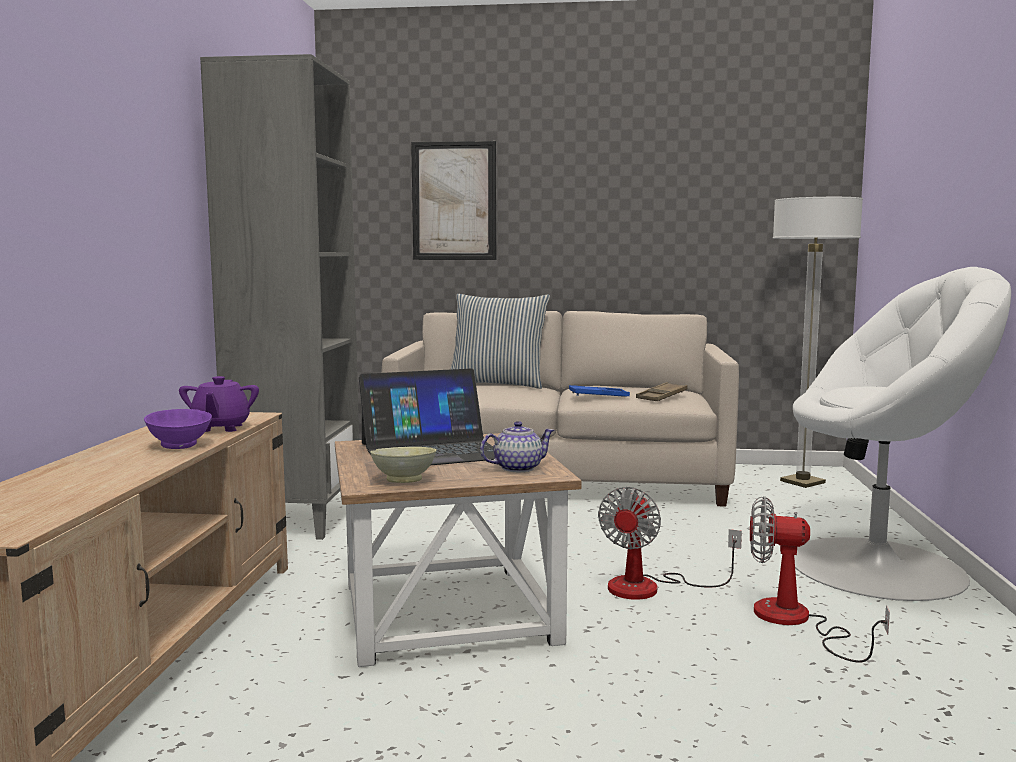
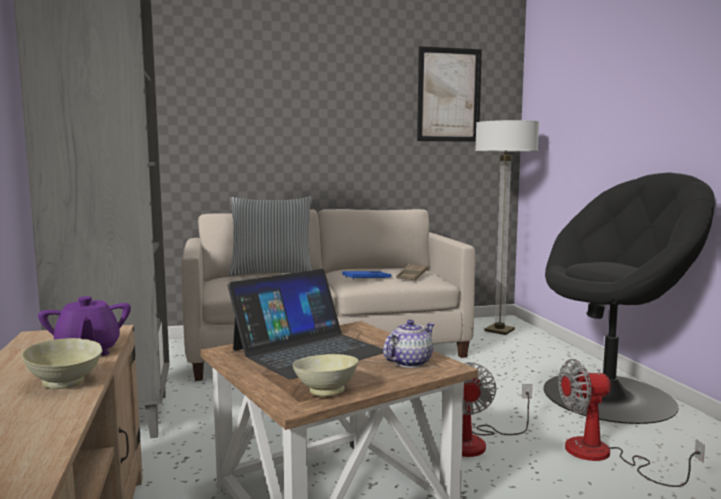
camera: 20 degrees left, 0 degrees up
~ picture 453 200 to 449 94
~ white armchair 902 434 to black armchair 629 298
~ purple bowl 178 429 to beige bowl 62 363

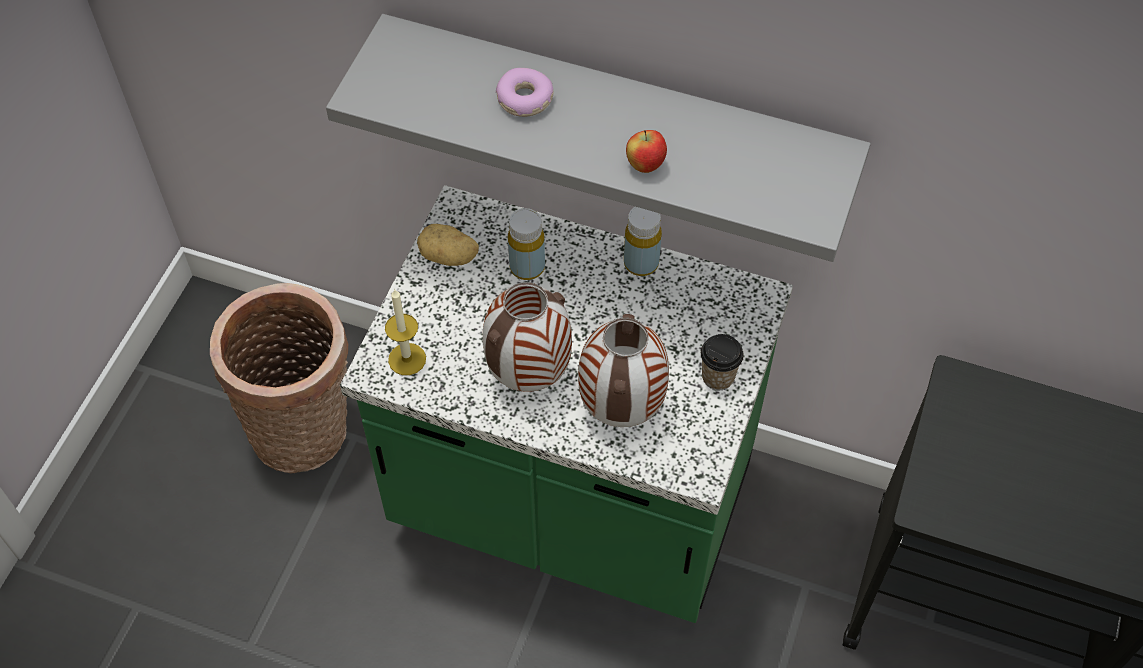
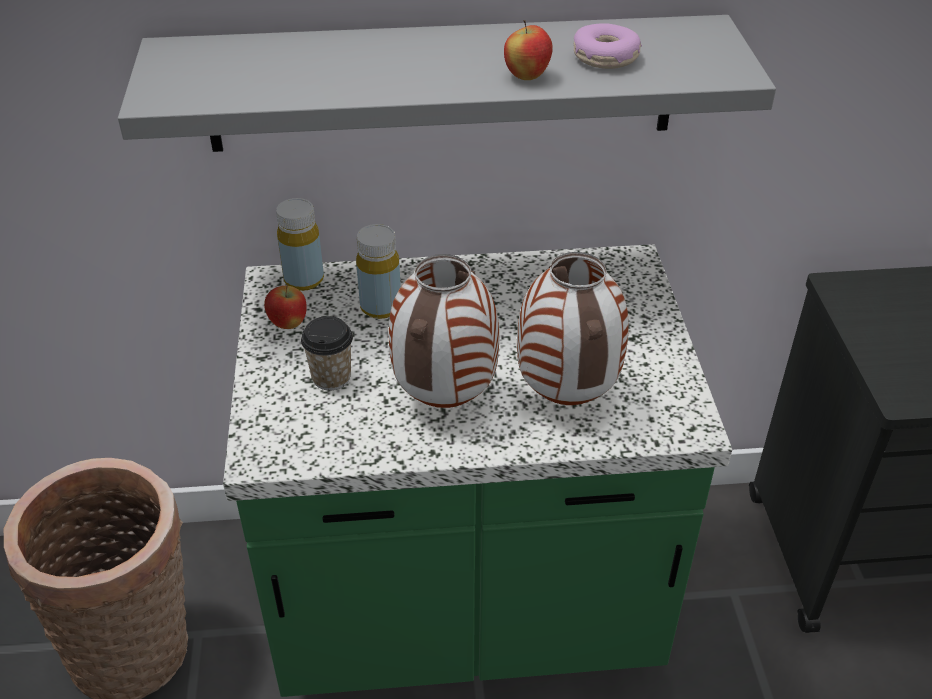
camera: 25 degrees left, 15 degrees down
~ donut 524 92 to 608 46
~ yellow bottle 643 241 to 300 244
~ potato 448 245 to apple 285 307
- candle 405 332
~ cup 722 362 to 327 353

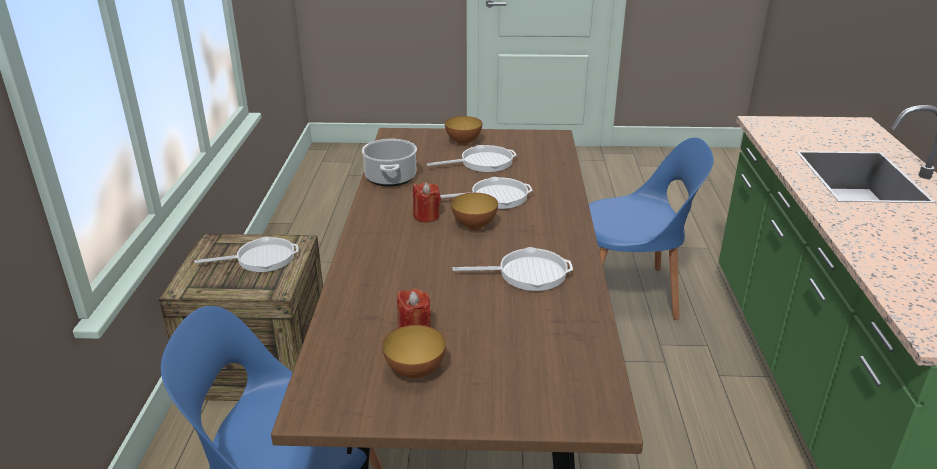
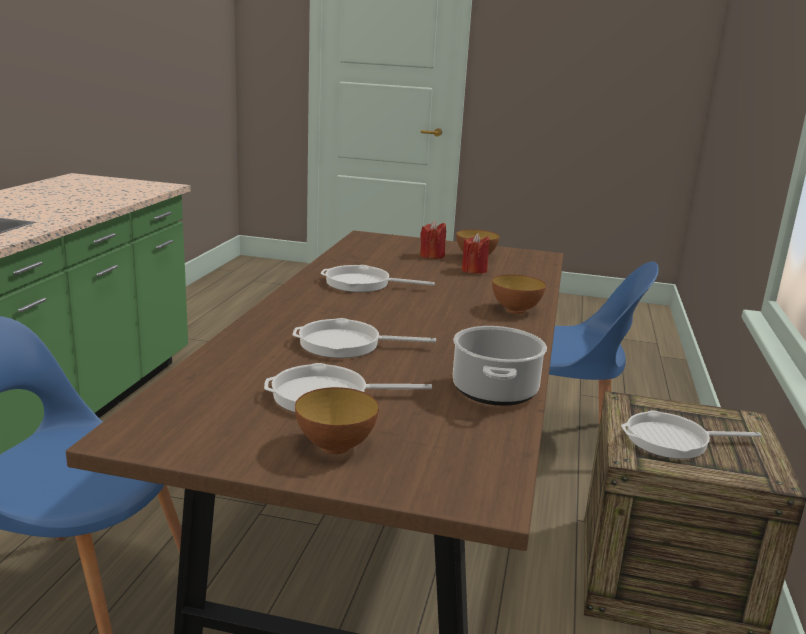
camera: 170 degrees left, 10 degrees down
~ red candle 427 202 to 433 240
~ bowl 474 211 to 519 294

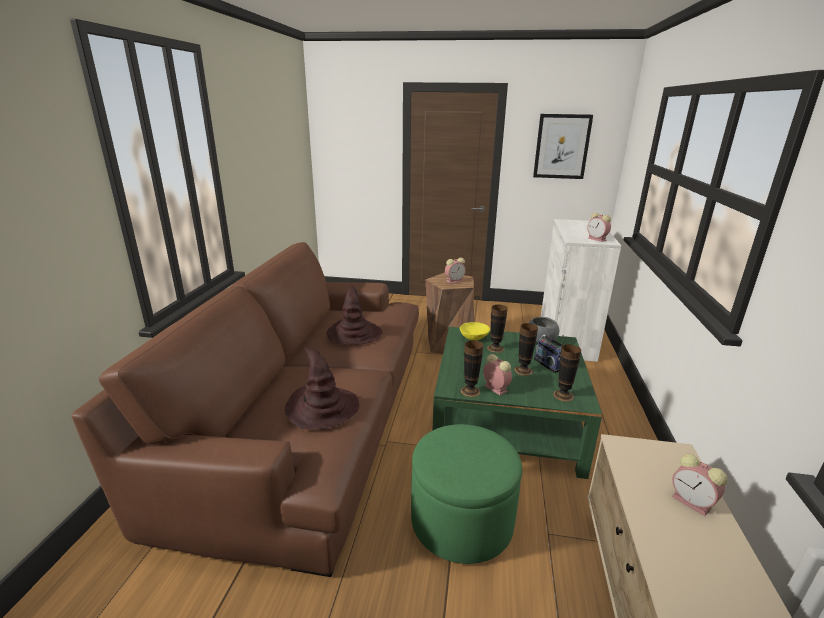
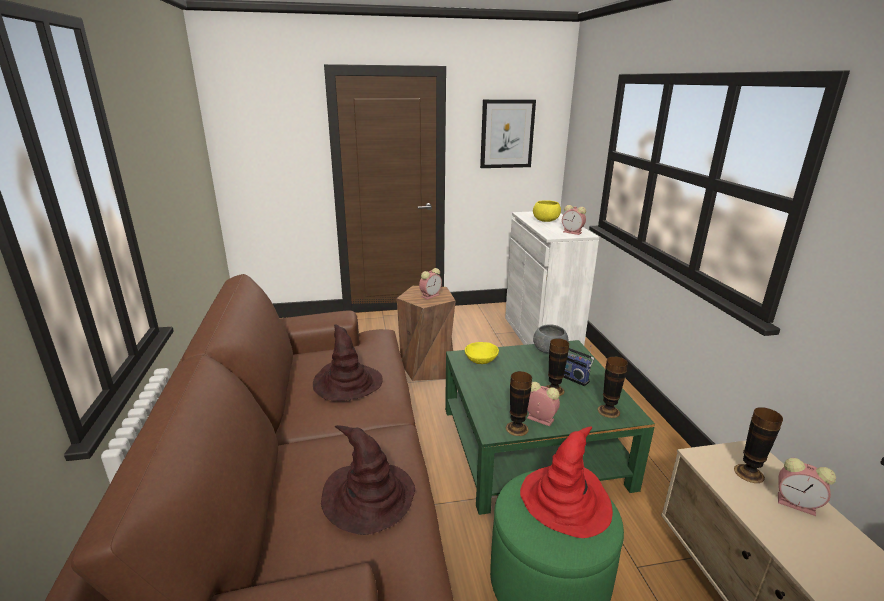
camera: 20 degrees left, 0 degrees up
~ vase 497 329 to 758 445
+ yellow bowl 547 211
+ red hat 566 482

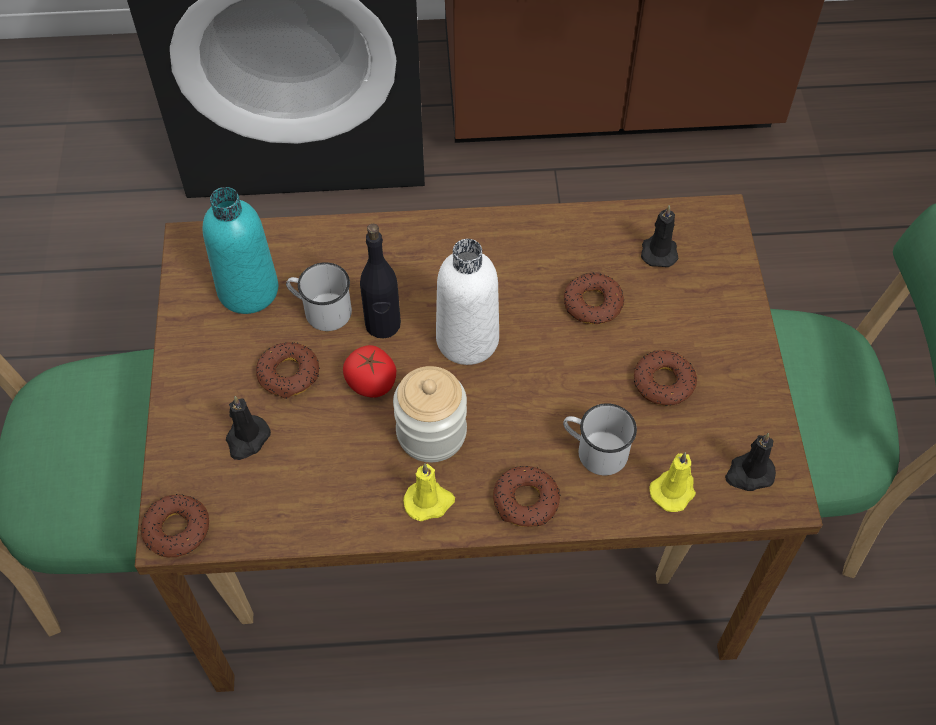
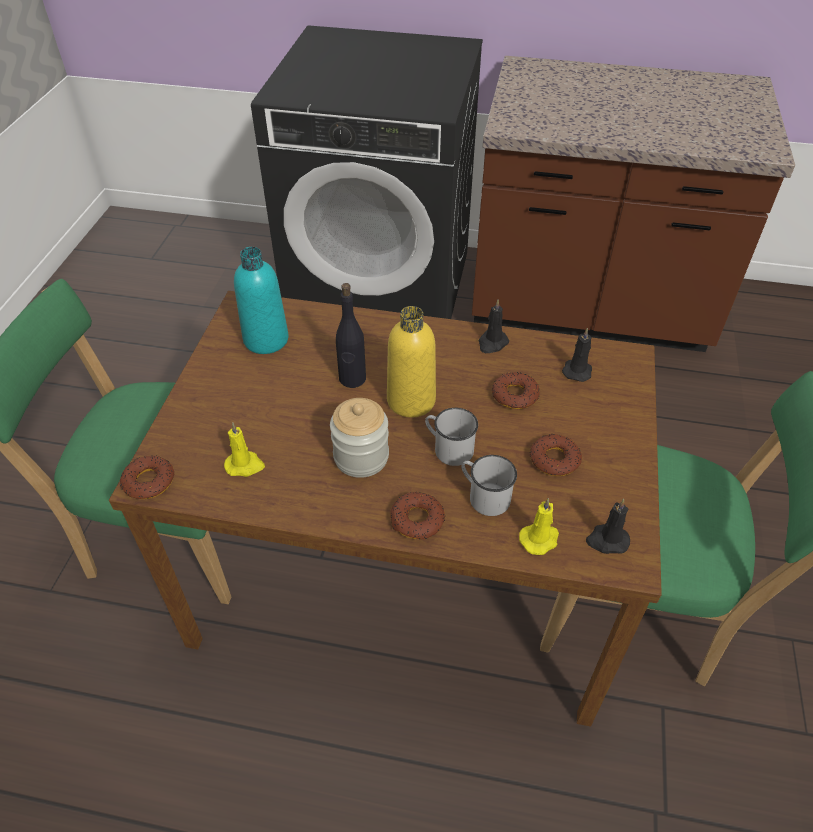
camera: 15 degrees right, 10 degrees down
~ white bottle 467 302 to yellow bottle 411 362
~ white mug 319 296 to 451 437
- donut 288 370
- tomato 369 371
~ black candle 248 428 to 493 326
~ yellow candle 429 492 to 244 449

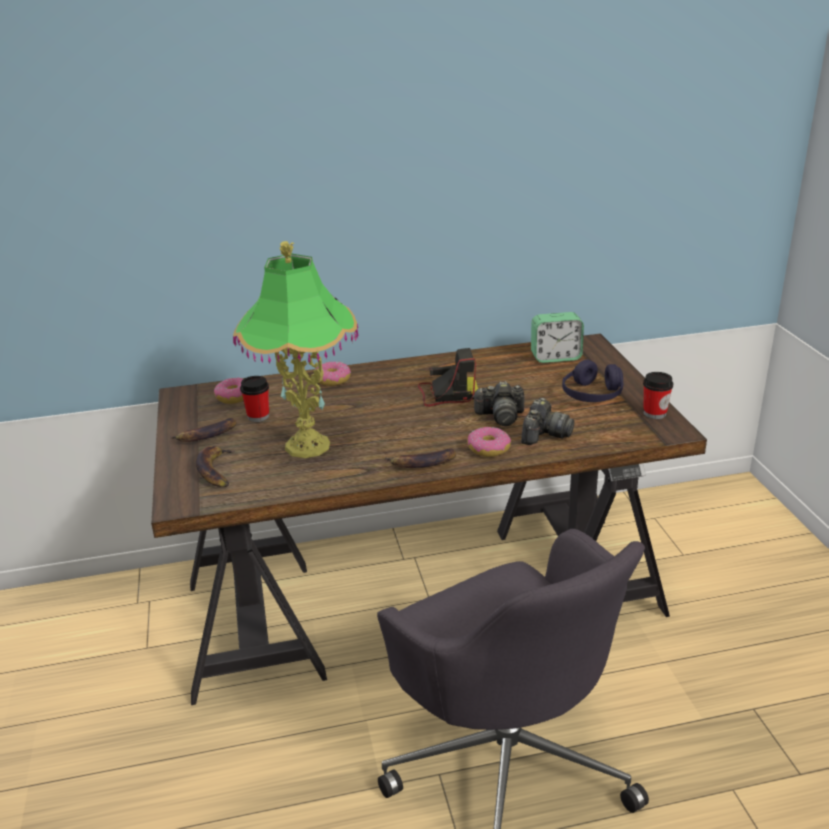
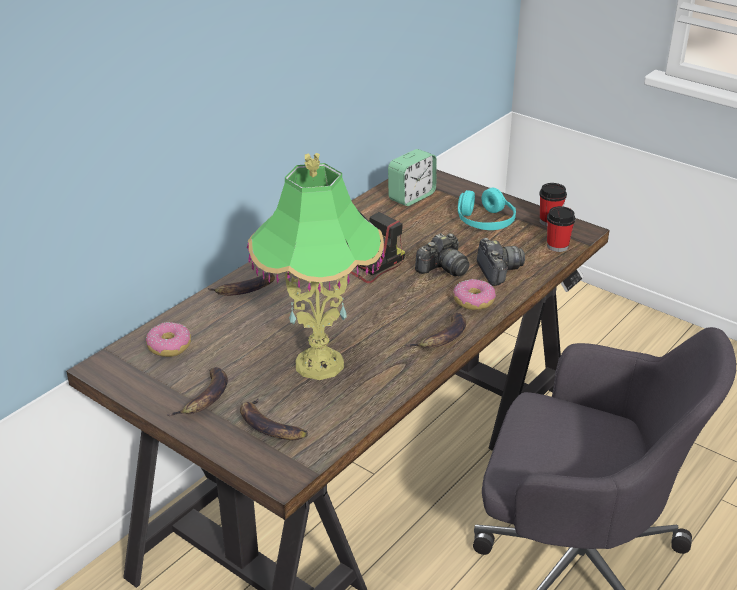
camera: 40 degrees left, 5 degrees up
~ purple headphones 592 380 to turquoise headphones 487 209
~ donut 333 374 to banana 241 284
~ cup 254 399 to 561 229

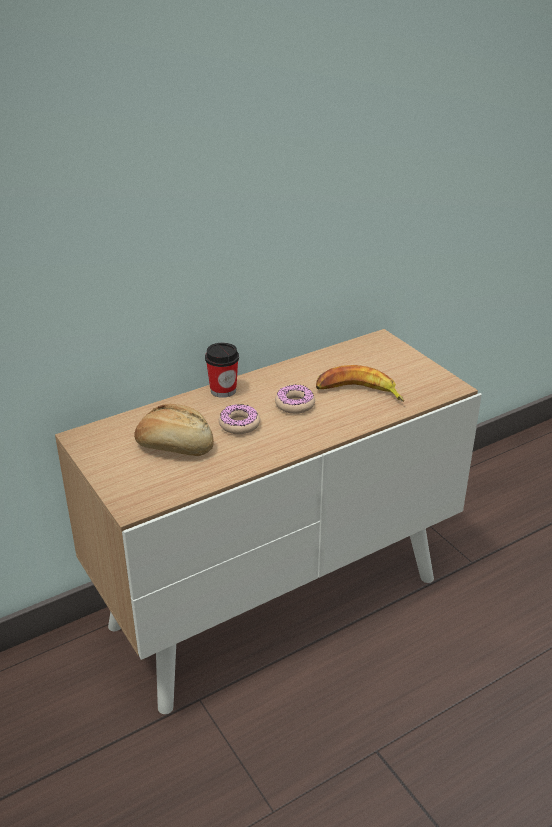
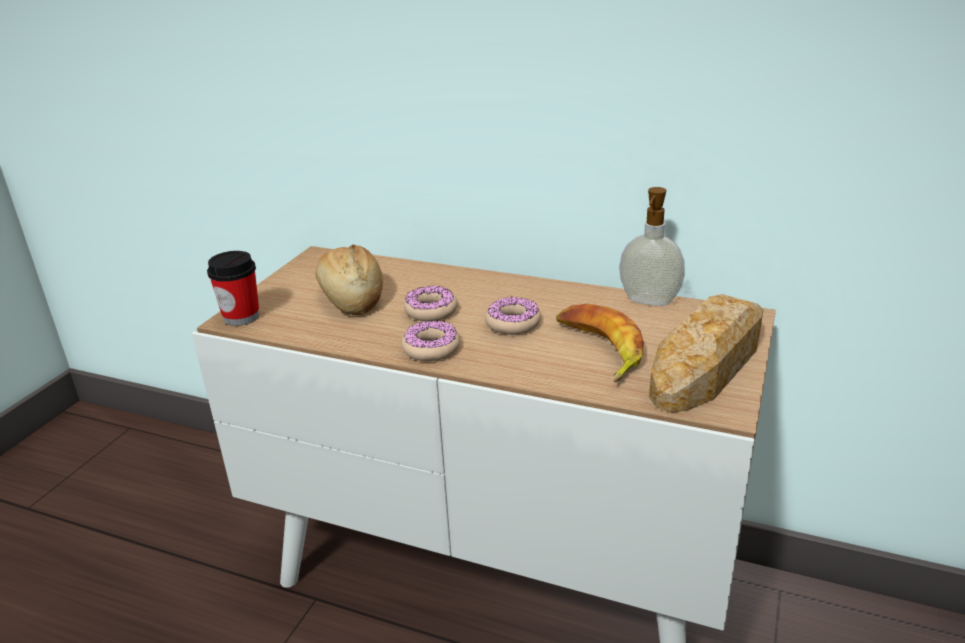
camera: 55 degrees right, 5 degrees down
~ cup 222 370 to 233 288
+ soap dispenser 652 246
+ bread 706 353
+ donut 430 341

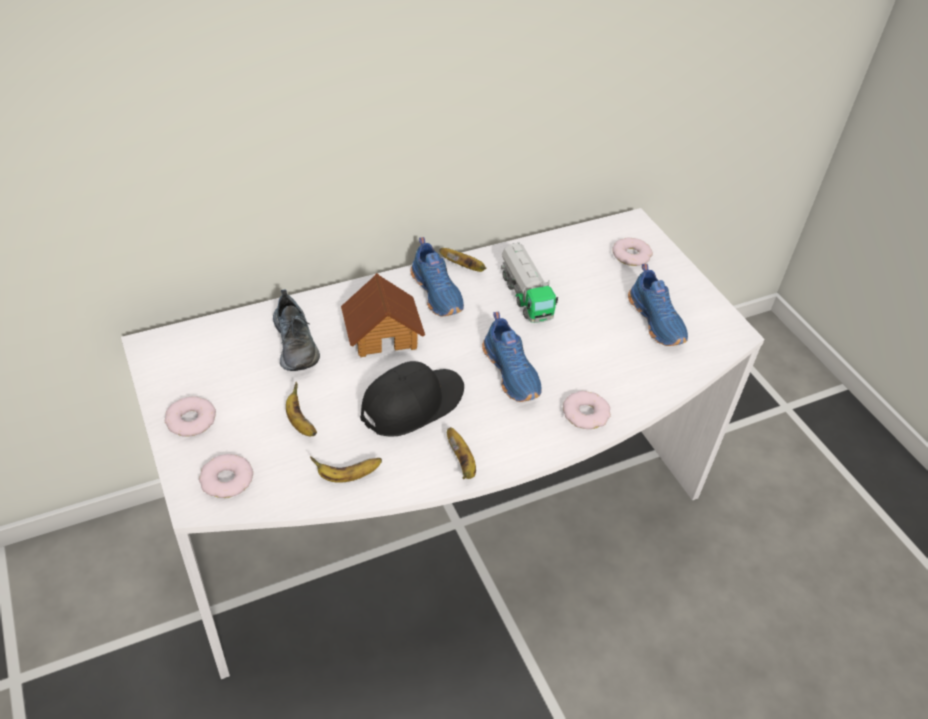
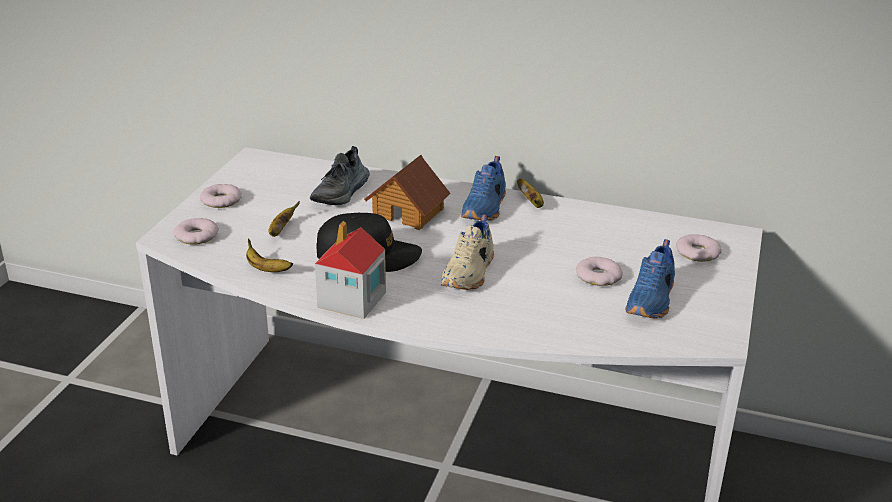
camera: 45 degrees right, 15 degrees down
- toy truck 529 282
~ blue shoe 511 357 to beige shoe 467 252
~ donut 587 410 to 599 271
~ banana 461 453 to toy house 350 270

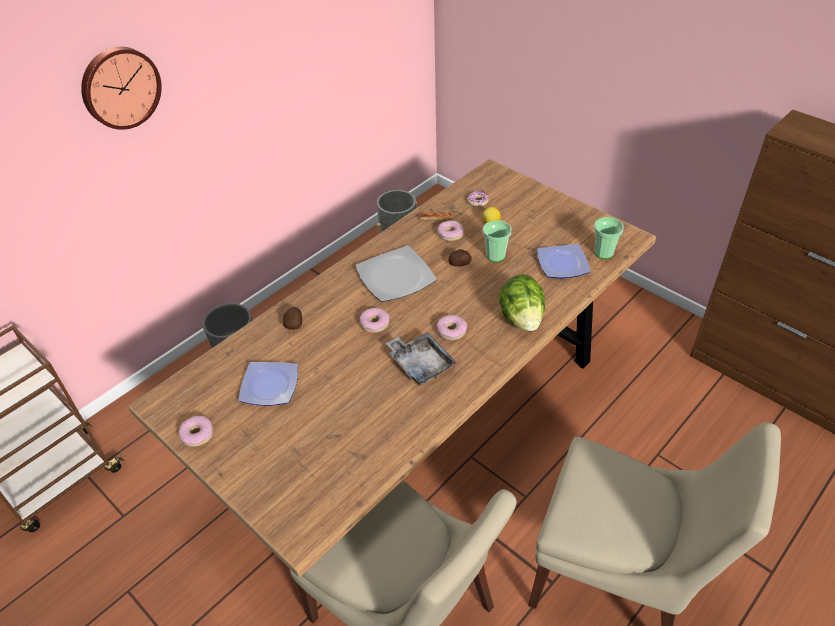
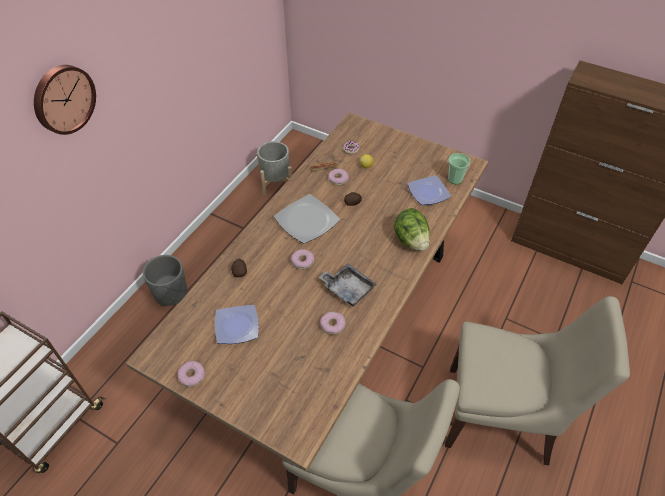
camera: 15 degrees left, 5 degrees up
- cup 497 241
~ donut 452 327 to 333 323

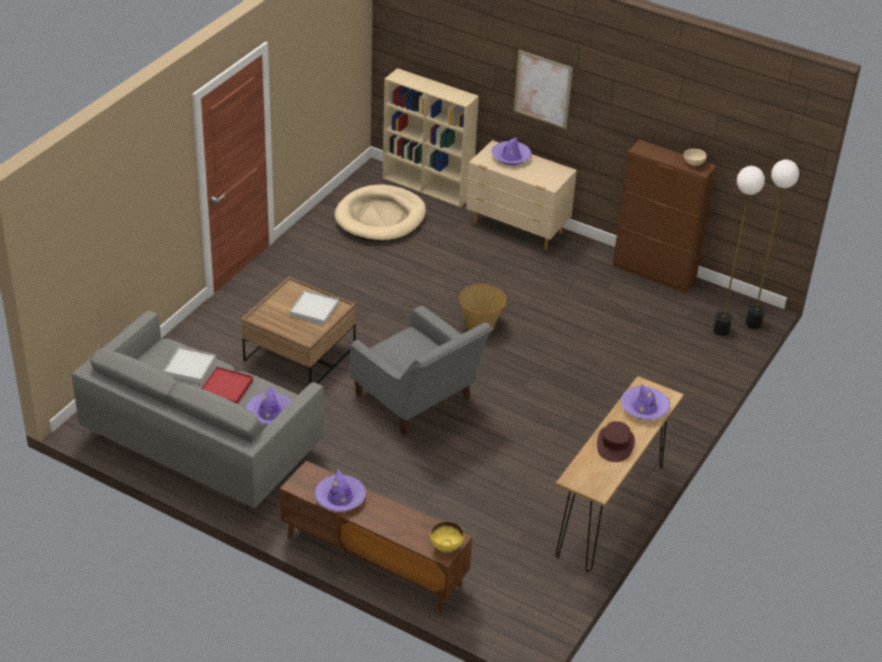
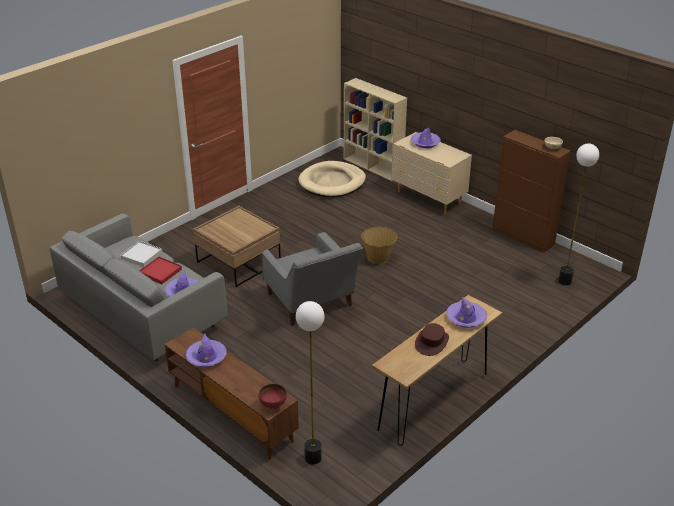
camera: 15 degrees right, 5 degrees down
- picture 544 89
~ floor lamp 772 244 to 310 382
- white tray 314 307
~ yellow bowl 447 537 to red bowl 273 397

